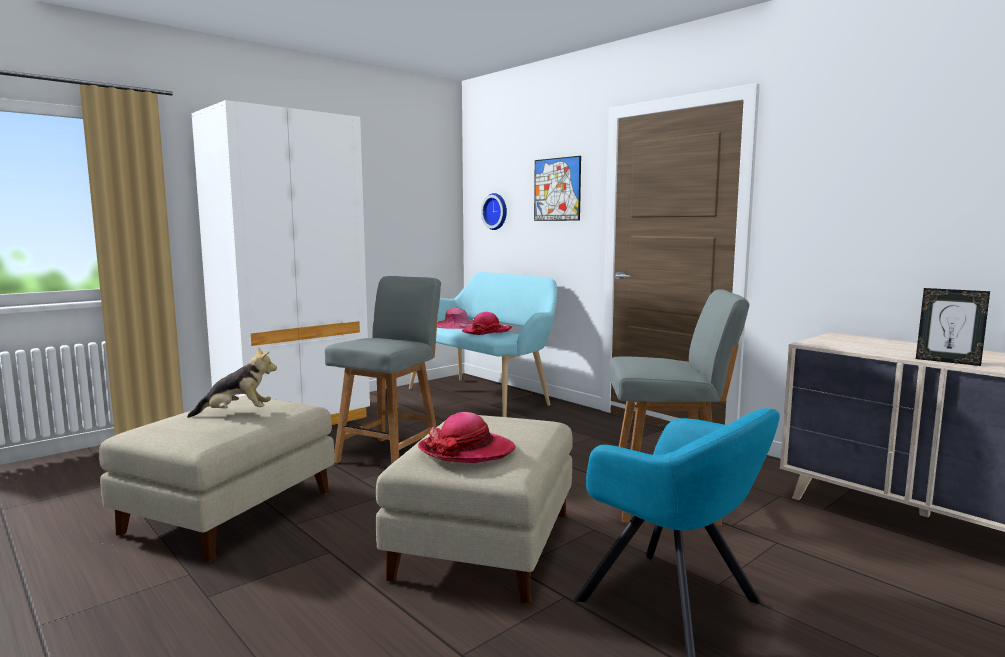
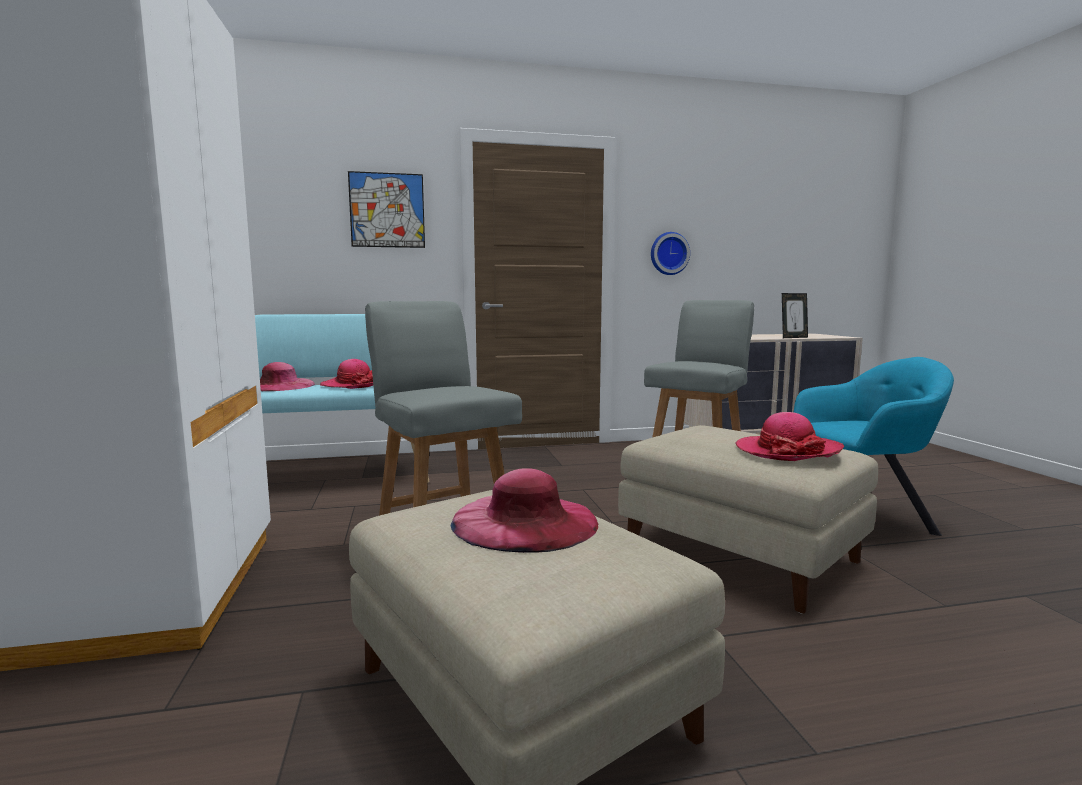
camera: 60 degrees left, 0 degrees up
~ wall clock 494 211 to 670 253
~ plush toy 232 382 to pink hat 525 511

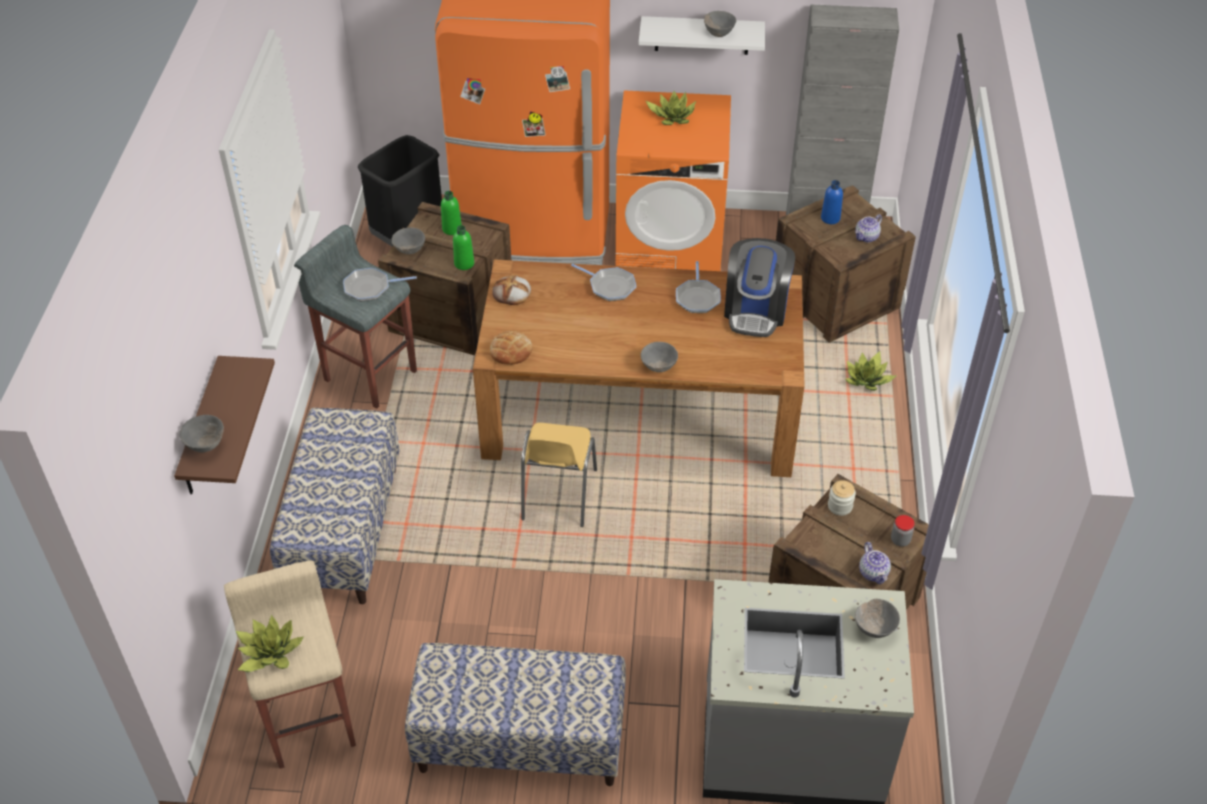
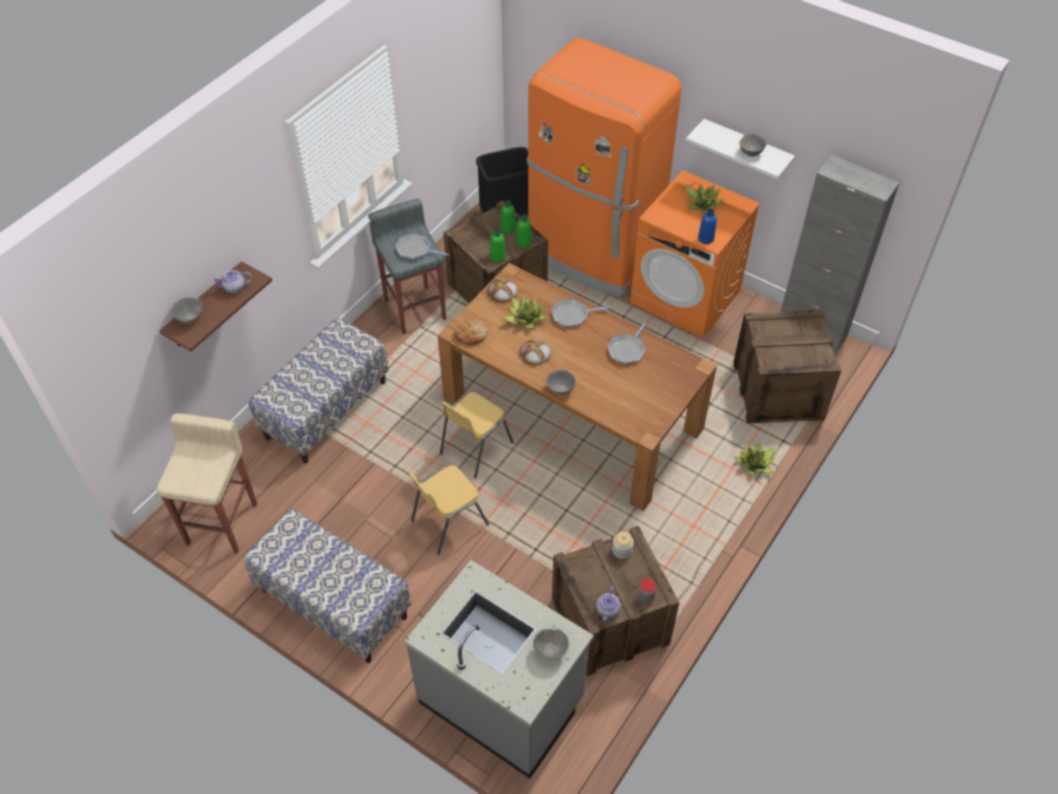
camera: 30 degrees right, 5 degrees up
~ blue bottle 832 202 to 707 226
~ teapot 868 228 to 232 282
- grey bowl 408 241
- coffee machine 759 287
~ frying pan 603 282 = 580 313 105 degrees clockwise
~ potted plant 270 643 to 525 312
+ green bottle 524 231
+ bread 535 352
+ yellow chair 449 510

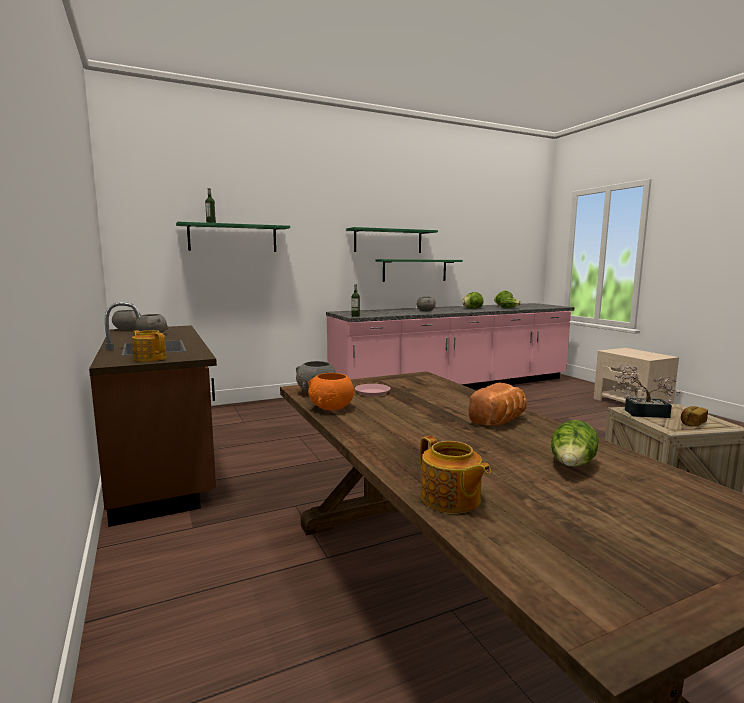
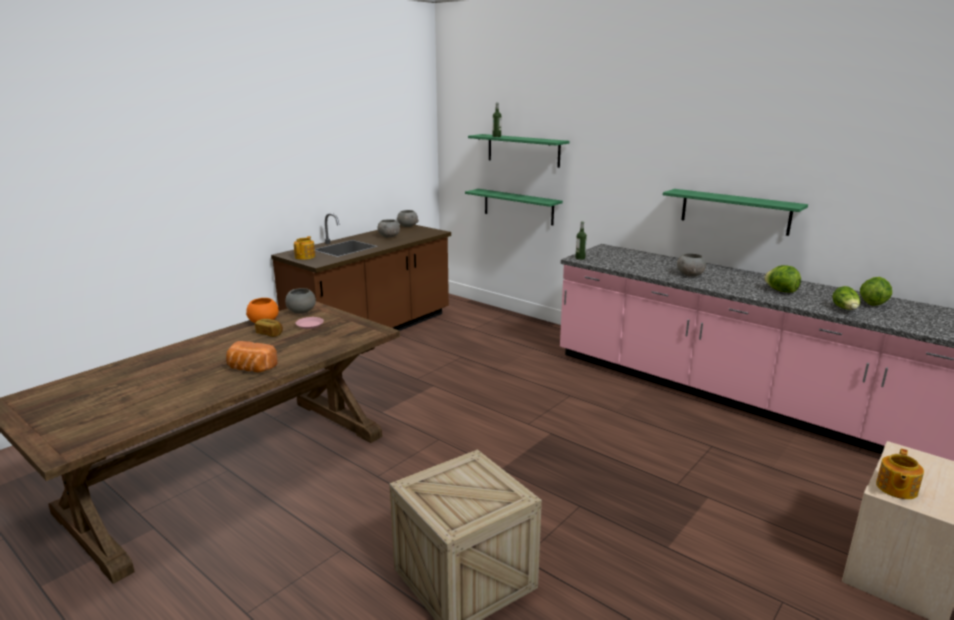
camera: 65 degrees right, 10 degrees up
~ green shelf 392 240 to 514 207
- potted plant 646 391
~ bread 694 416 to 269 328
- lettuce 575 443
~ teapot 455 475 to 900 474

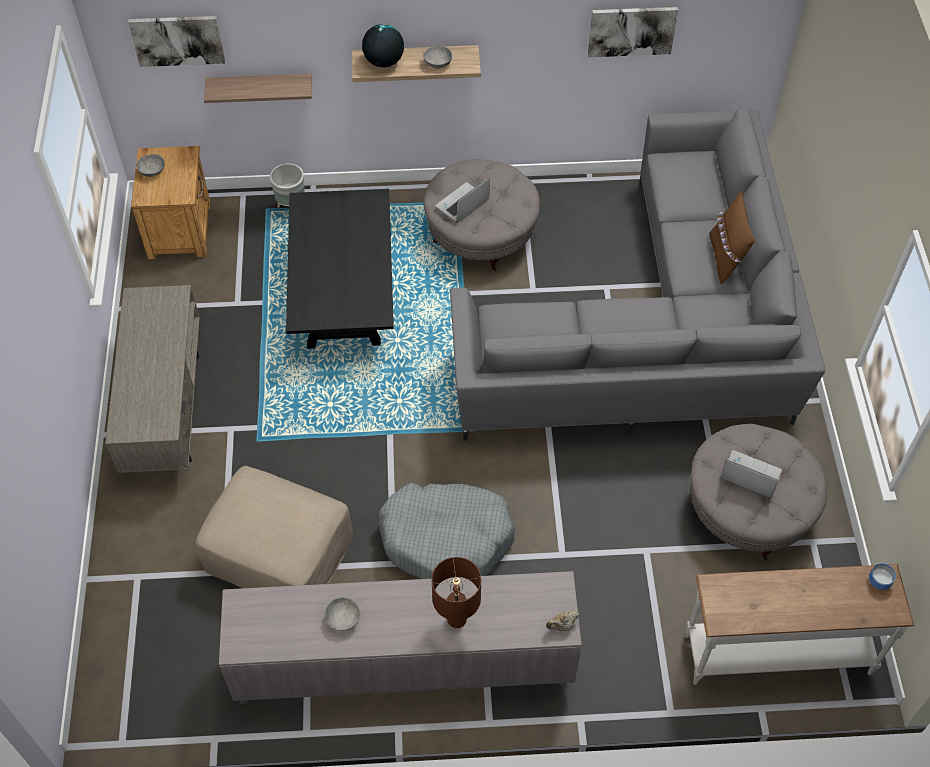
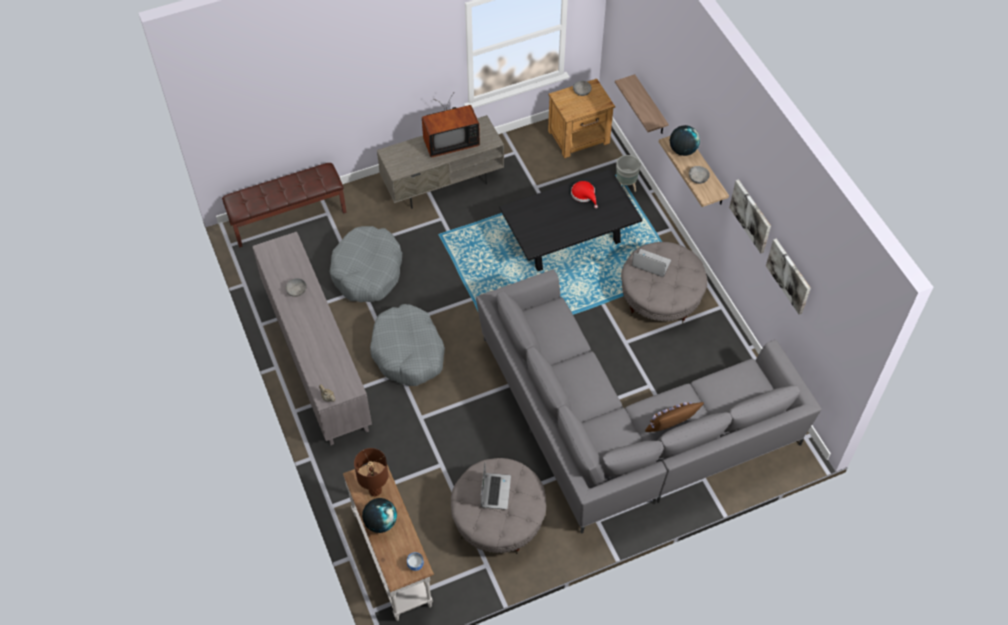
camera: 70 degrees right, 0 degrees up
~ picture 176 41 to 750 216
~ beige ottoman 274 527 to grey dog bed 366 264
~ brown table lamp 456 592 to 371 472
+ television 451 124
+ brown bench 284 205
+ red hat 584 194
+ globe 379 515

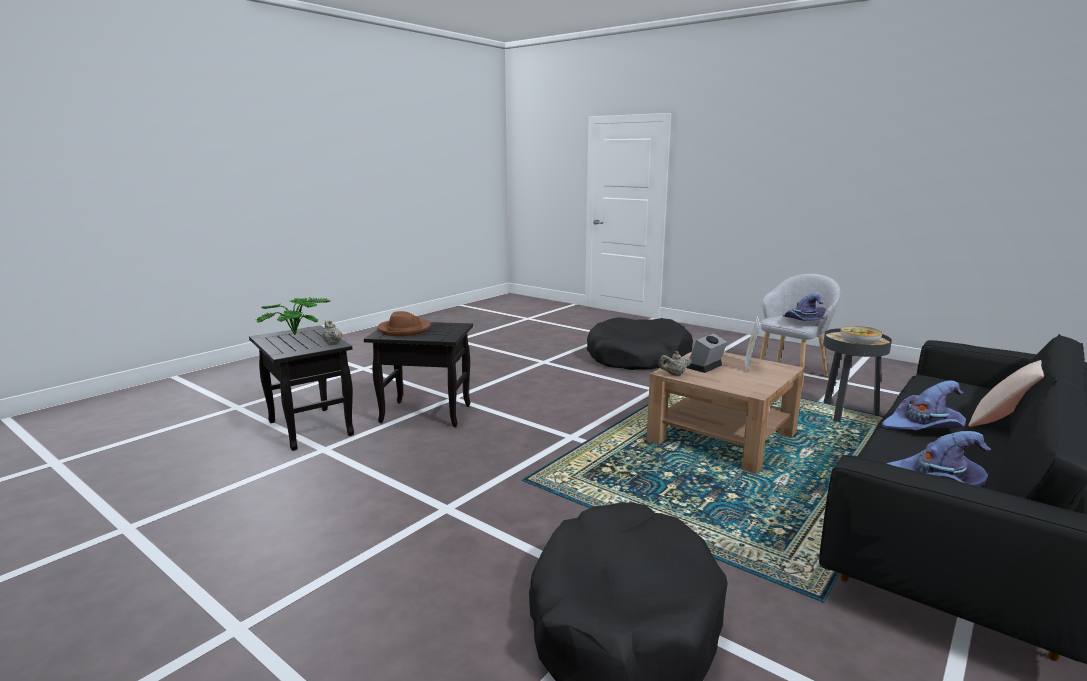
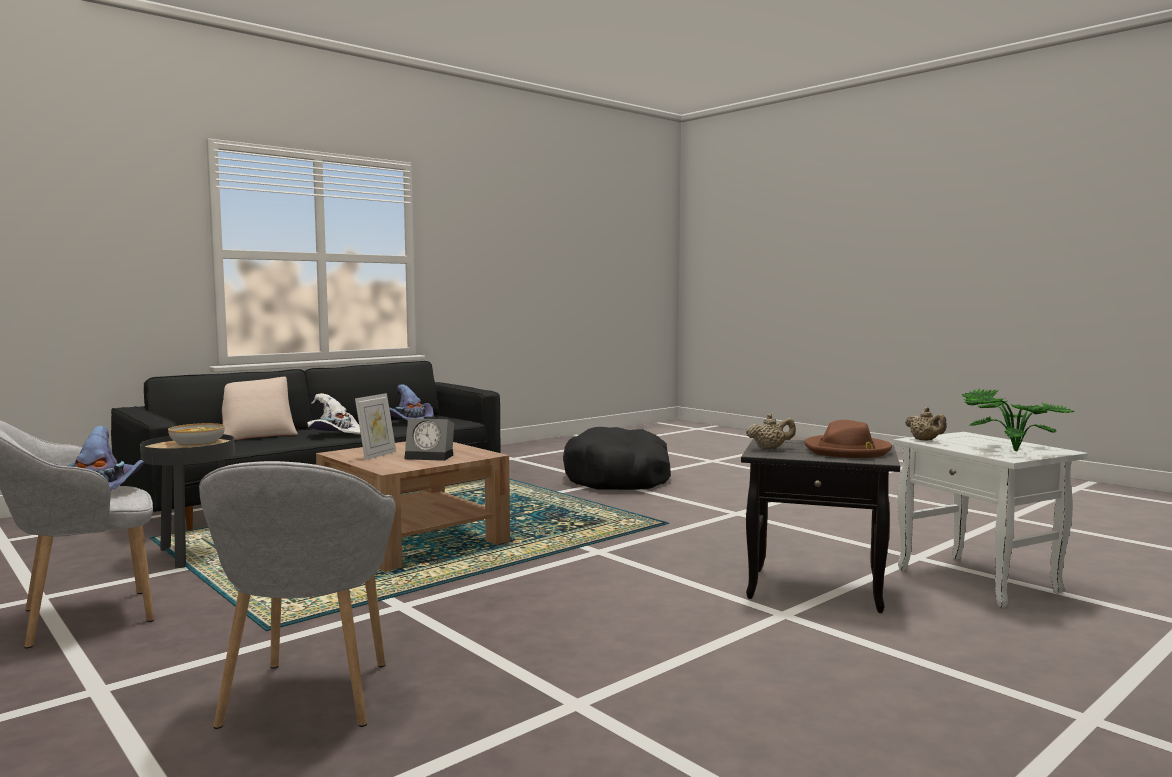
camera: 170 degrees left, 10 degrees down
~ black dog bed 640 343 to grey armchair 297 595
~ black side table 301 388 to white side table 990 520
~ alarm clock 706 353 = 429 438 45 degrees clockwise
~ beige teapot 675 363 to 771 431
~ purple hat 924 405 to white hat 334 413

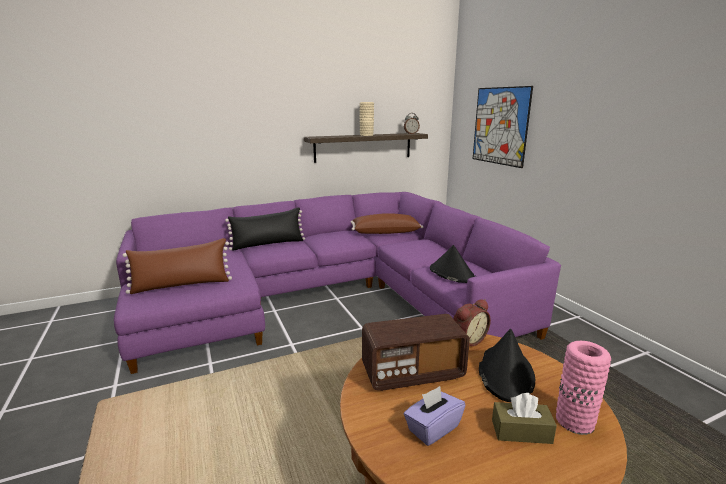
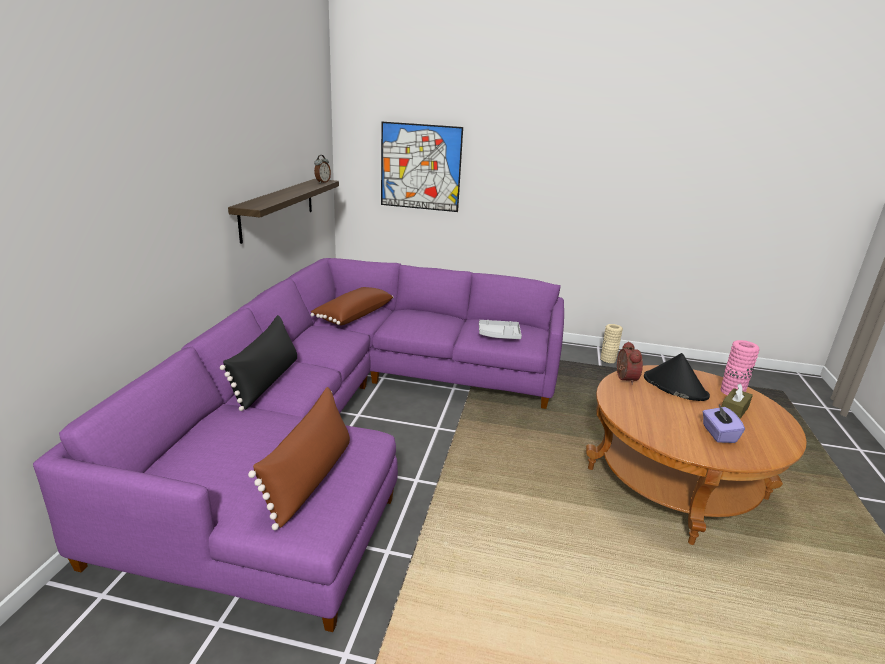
camera: 55 degrees left, 5 degrees up
~ beige vase 366 119 to 611 343
~ black hat 452 264 to grey tray 500 329
- radio 416 352

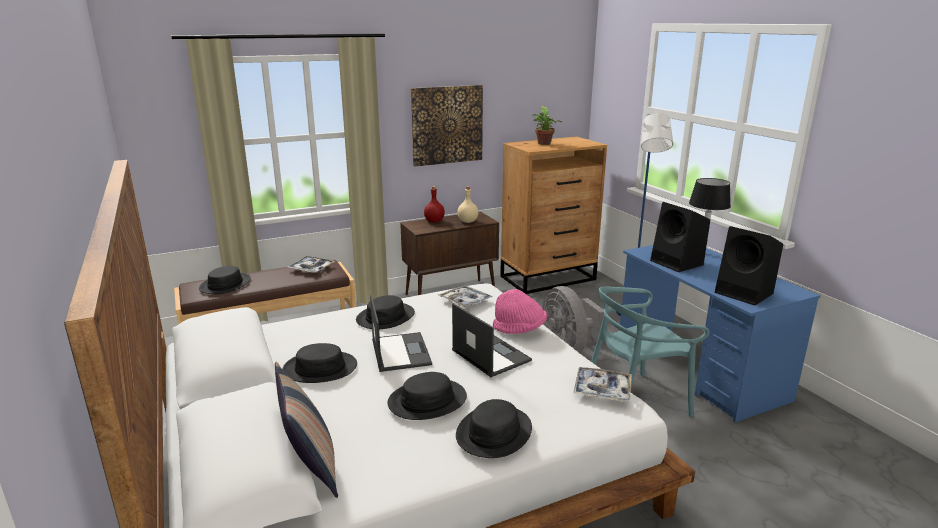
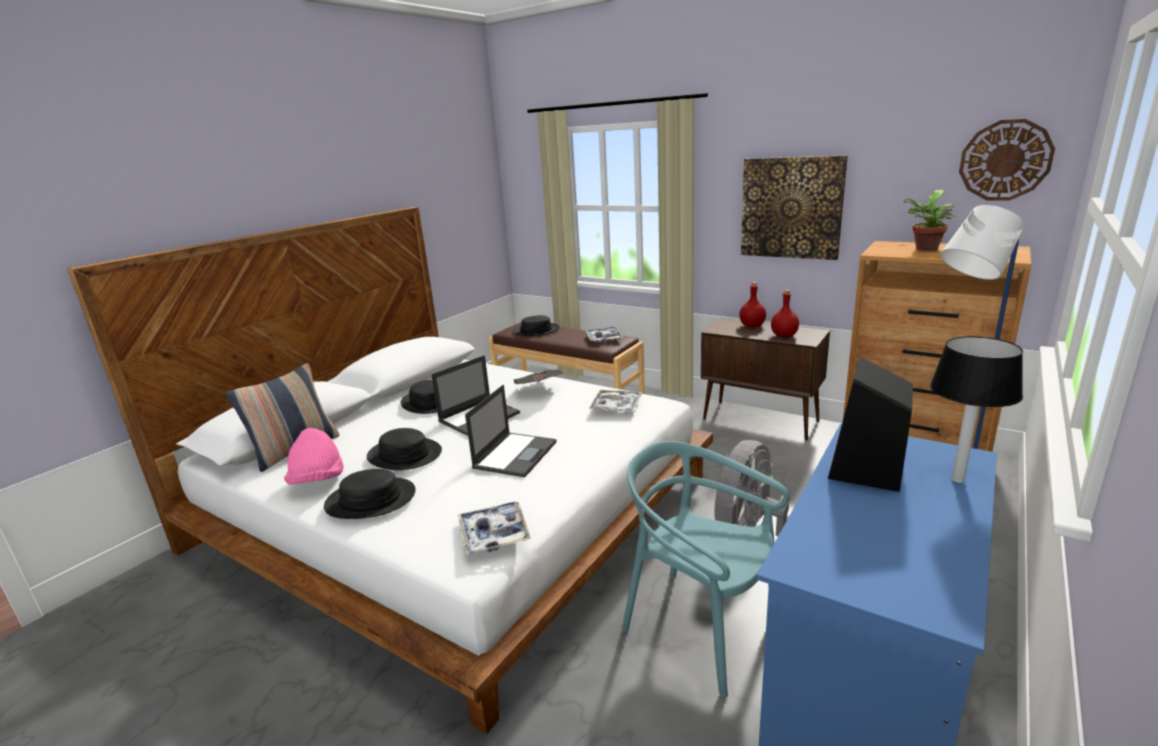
camera: 60 degrees right, 0 degrees up
~ beige bottle 467 204 to red bottle 785 313
- black speaker 749 266
~ pink hat 520 311 to 314 456
~ black hat 385 312 to newspaper 538 377
+ wall clock 1007 159

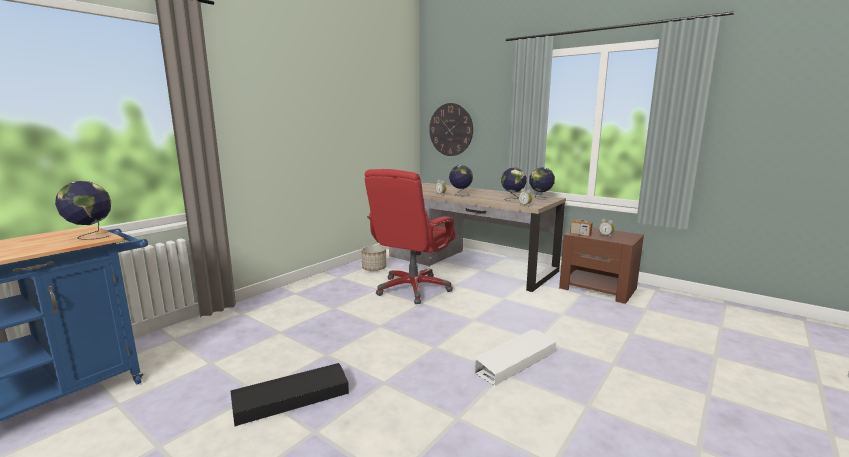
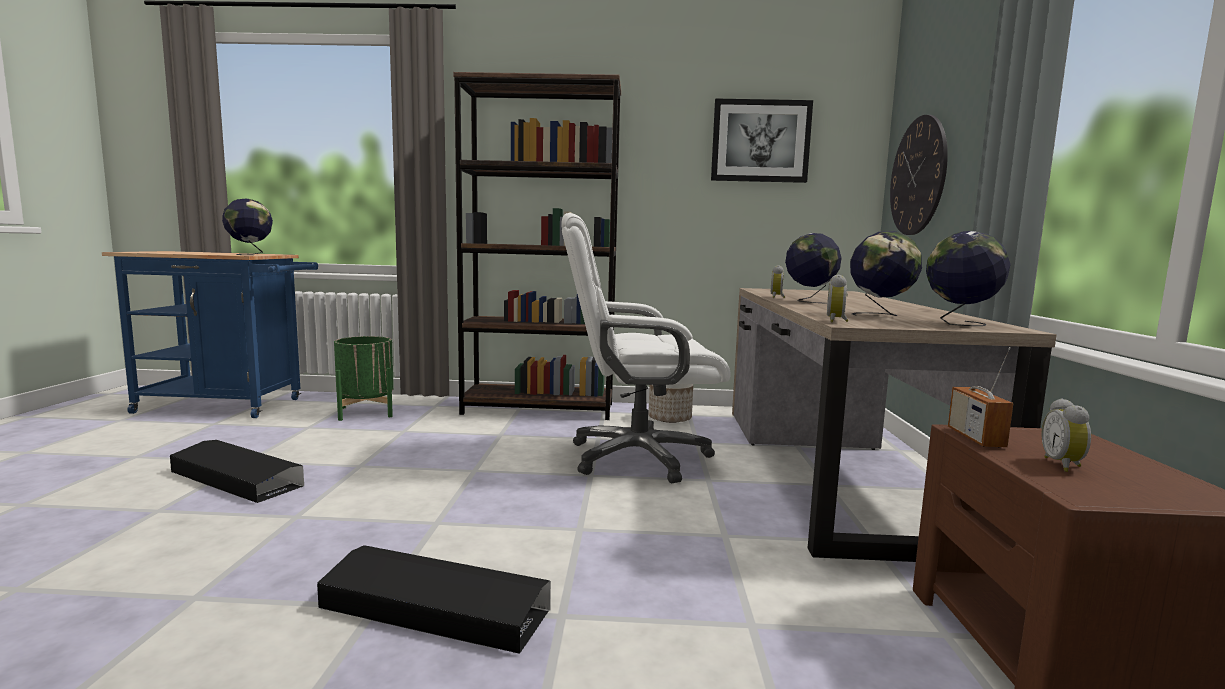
camera: 55 degrees right, 5 degrees down
~ red office chair 410 236 to white office chair 645 348
~ white storage box 514 357 to black storage box 434 599
+ brown bookcase 537 246
+ picture 762 141
+ green planter 364 378

